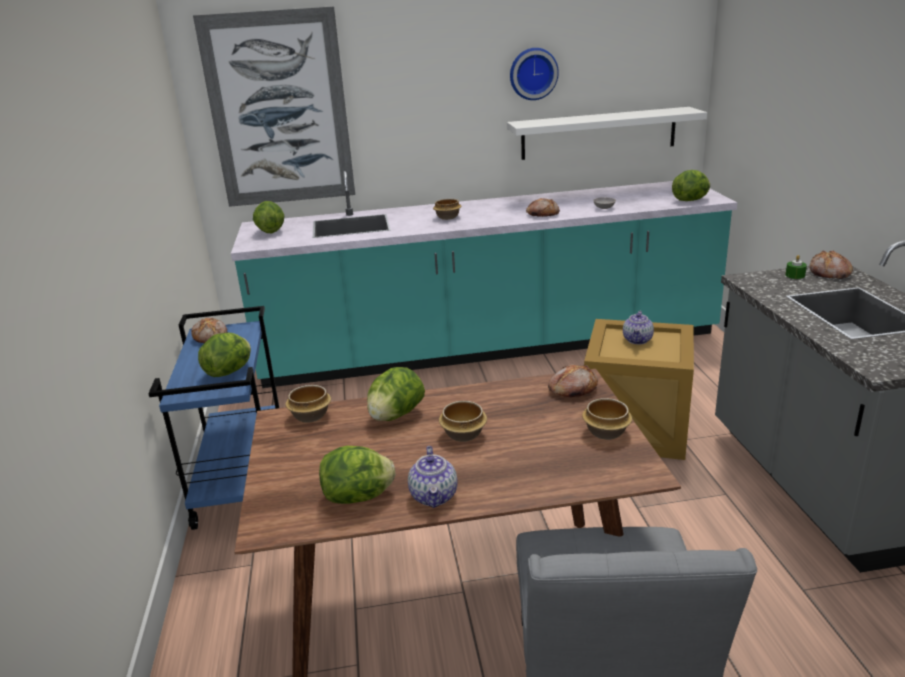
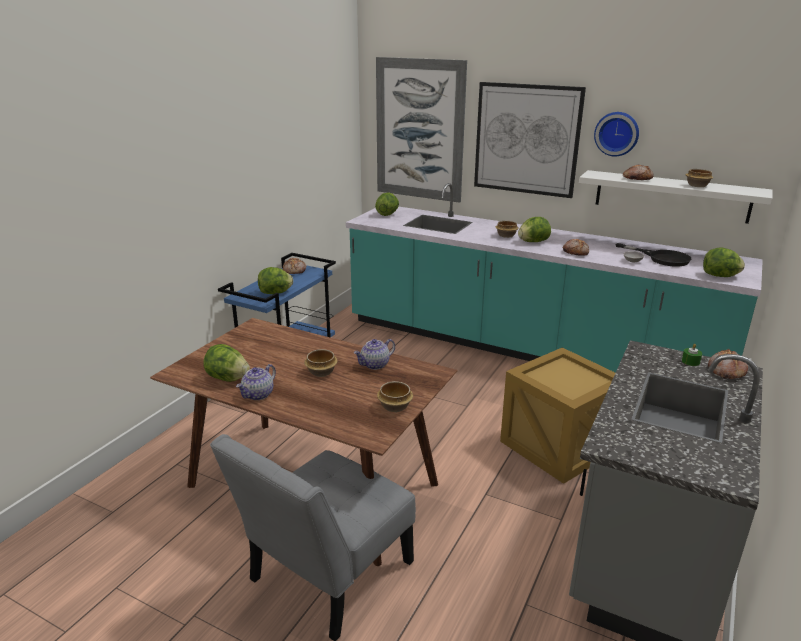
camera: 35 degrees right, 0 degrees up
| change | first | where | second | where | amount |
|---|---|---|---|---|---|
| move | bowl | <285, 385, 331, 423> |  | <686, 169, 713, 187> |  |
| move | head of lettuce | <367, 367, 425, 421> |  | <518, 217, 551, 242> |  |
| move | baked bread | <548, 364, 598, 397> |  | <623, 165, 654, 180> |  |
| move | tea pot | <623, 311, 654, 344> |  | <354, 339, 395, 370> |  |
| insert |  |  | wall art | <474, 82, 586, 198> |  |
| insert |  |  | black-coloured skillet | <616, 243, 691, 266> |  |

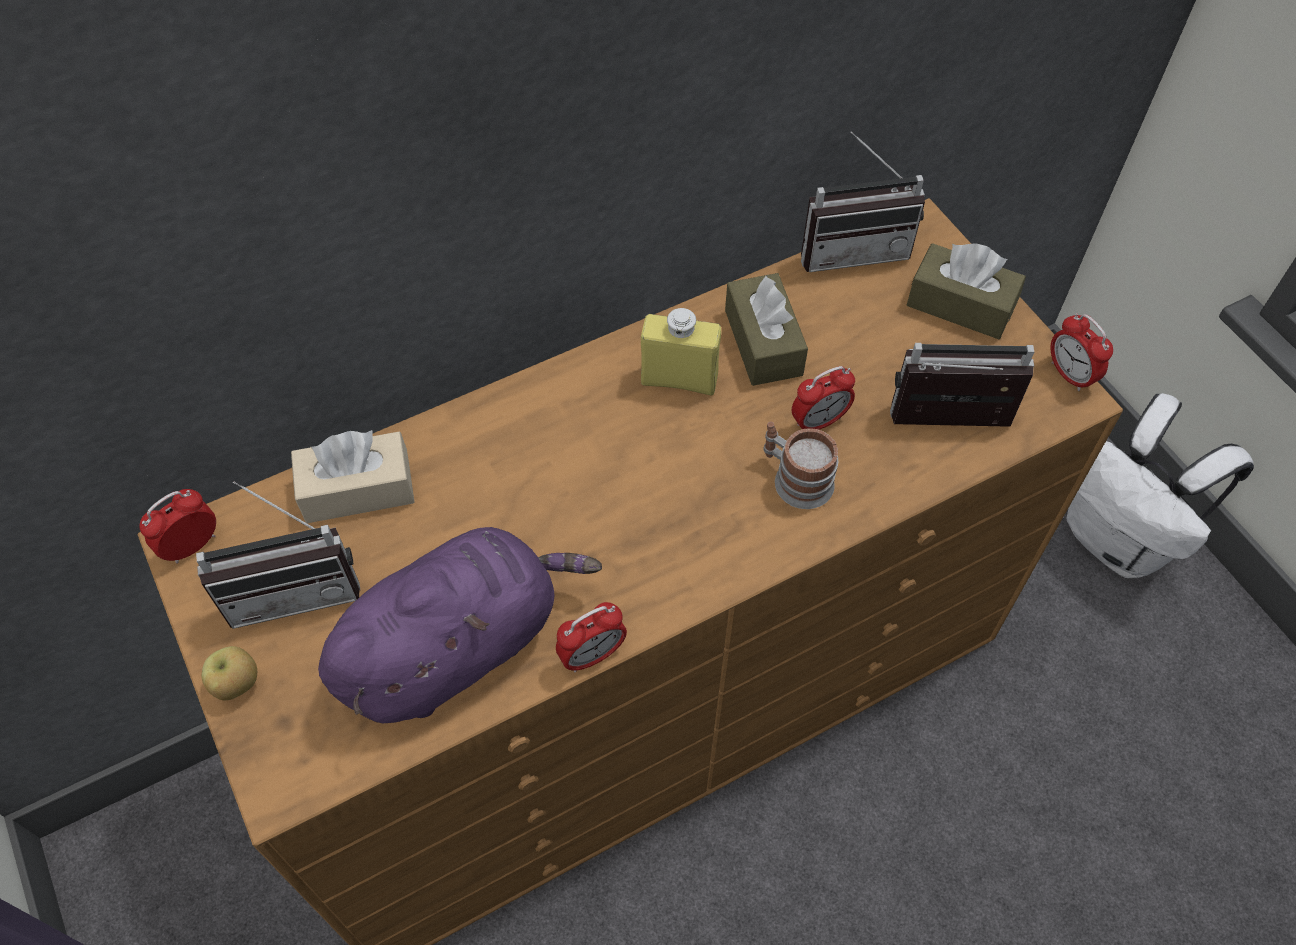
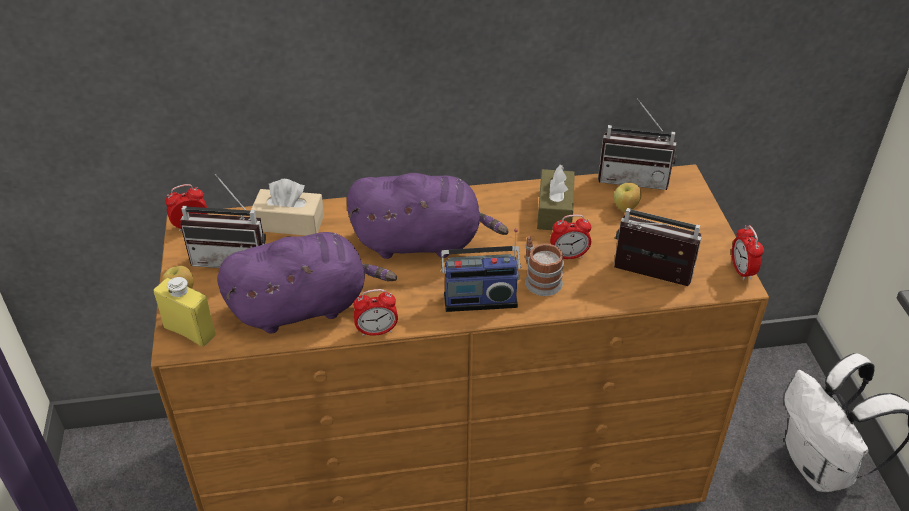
camera: 20 degrees right, 15 degrees down
| change | first | where | second | where | amount |
|---|---|---|---|---|---|
| move | yellowish bottle | <641, 308, 721, 395> |  | <153, 277, 216, 347> |  |
| delete | brown-coloured tissue box | <907, 243, 1026, 339> |  |  |  |
| insert |  |  | purple-coloured cuddly toy | <347, 173, 509, 259> |  |
| insert |  |  | radio | <441, 228, 521, 312> |  |
| insert |  |  | apple | <614, 183, 642, 212> |  |

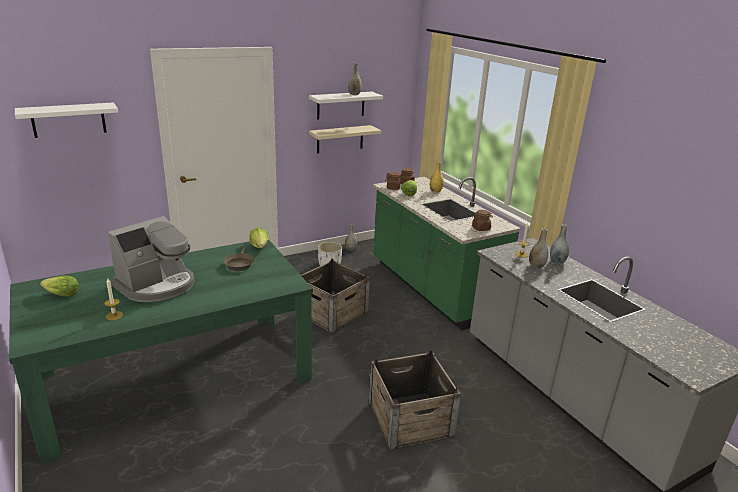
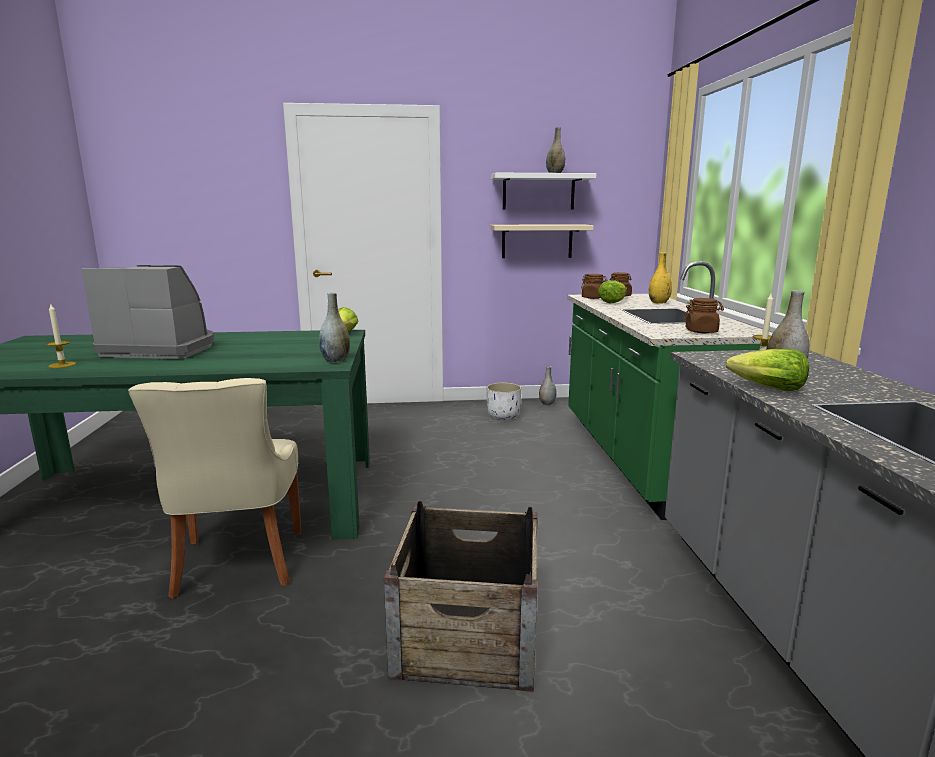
camera: 25 degrees right, 10 degrees down
| change | first | where | second | where | amount |
|---|---|---|---|---|---|
| delete | white-coloured bracket shelf | <15, 102, 118, 138> |  |  |  |
| move | head of lettuce | <40, 276, 79, 297> |  | <726, 349, 809, 391> |  |
| rotate | coffee machine | <108, 216, 195, 302> |  | <82, 265, 214, 359> | 150 degrees counterclockwise |
| delete | brown-coloured skillet | <223, 246, 255, 271> |  |  |  |
| delete | crate | <301, 259, 370, 334> |  |  |  |
| move | greyish decorative vase | <550, 224, 569, 264> |  | <319, 293, 350, 363> |  |
| insert |  |  | sand-coloured plain chair | <128, 378, 301, 599> |  |

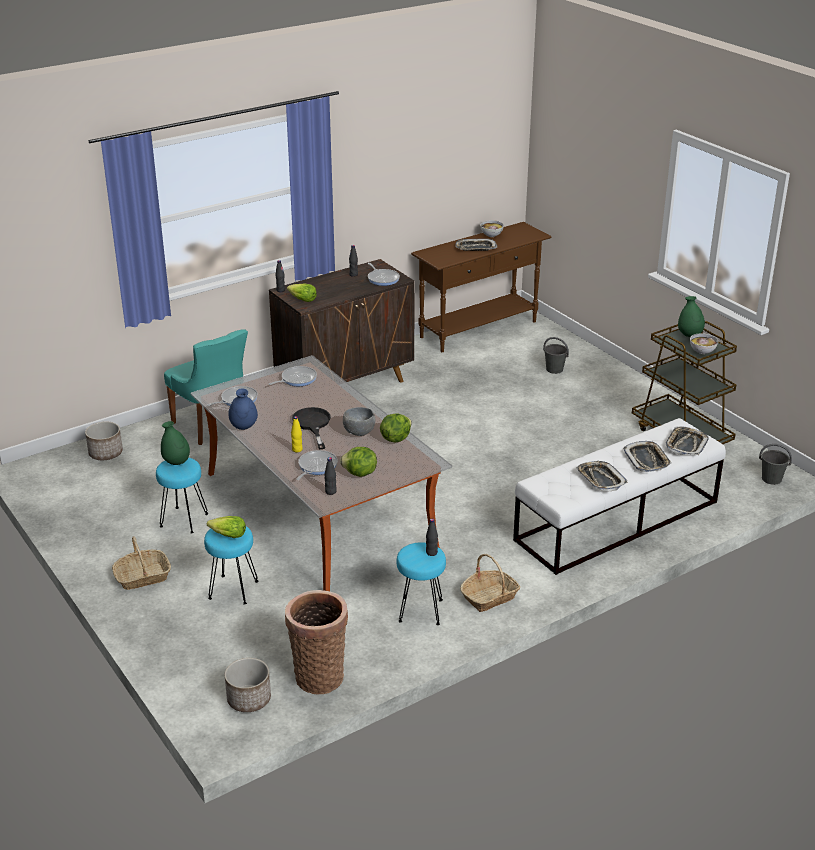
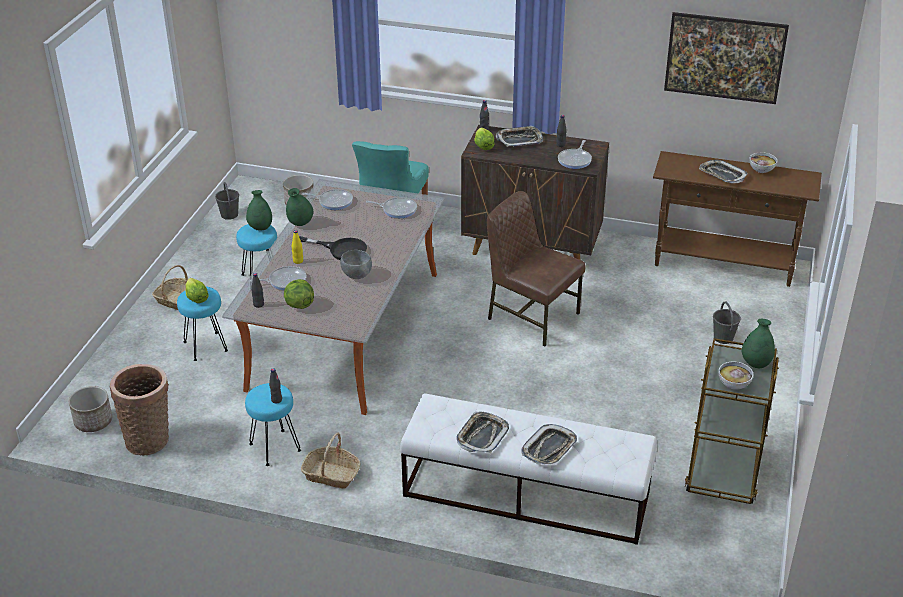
camera: 50 degrees right, 5 degrees up
| change | first | where | second | where | amount |
|---|---|---|---|---|---|
| recolor | bluish decorative vase | <229, 389, 258, 430> | green decorative vase | <286, 188, 313, 226> |  |
| rotate | black-coloured skillet | <292, 407, 331, 449> |  | <299, 236, 367, 260> | 75 degrees clockwise |
| delete | head of lettuce | <380, 414, 412, 442> |  |  |  |
| move | carrying tray | <666, 426, 709, 455> |  | <496, 126, 543, 147> |  |
| move | greyish bucket | <759, 444, 792, 485> |  | <215, 182, 239, 220> |  |
| insert |  |  | brown-coloured plain chair | <487, 191, 586, 346> |  |
| insert |  |  | wall art | <664, 12, 789, 104> |  |

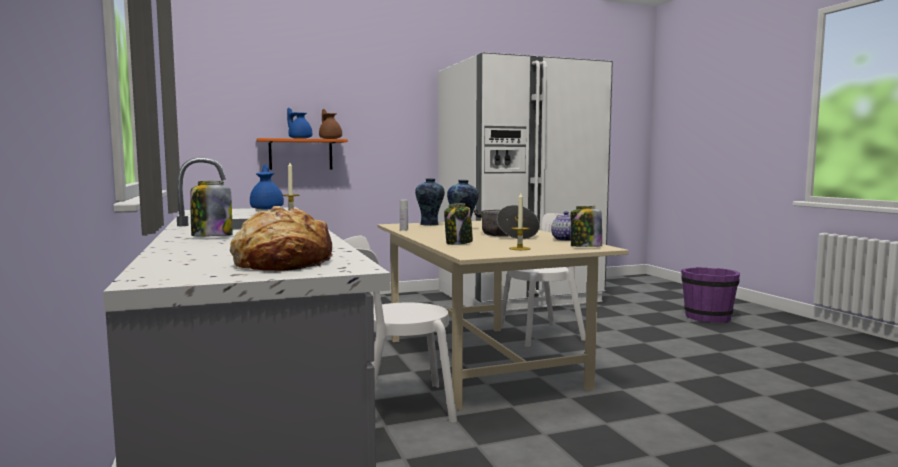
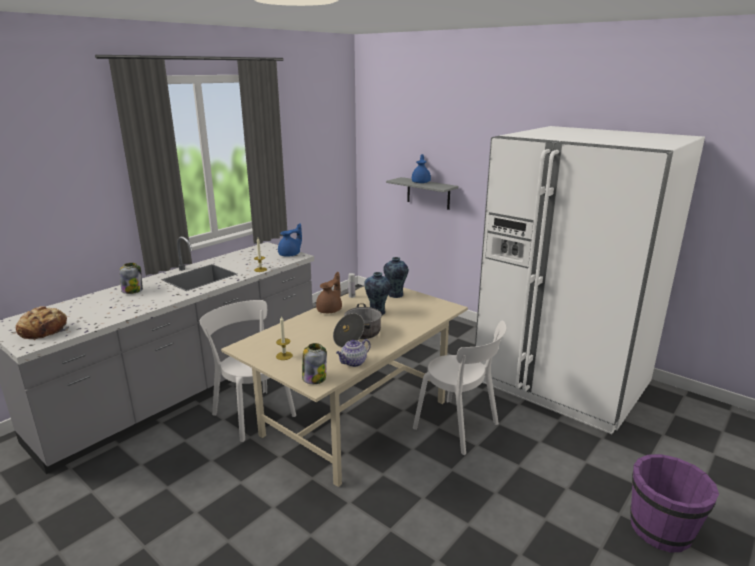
camera: 60 degrees right, 15 degrees up
| change | first | where | second | where | amount |
|---|---|---|---|---|---|
| recolor | orange bracket shelf | <257, 138, 348, 170> | greyish bracket shelf | <386, 177, 459, 210> |  |
| move | brown-coloured tea pot | <319, 109, 342, 139> |  | <316, 272, 342, 313> |  |
| delete | storage jar | <444, 203, 473, 245> |  |  |  |

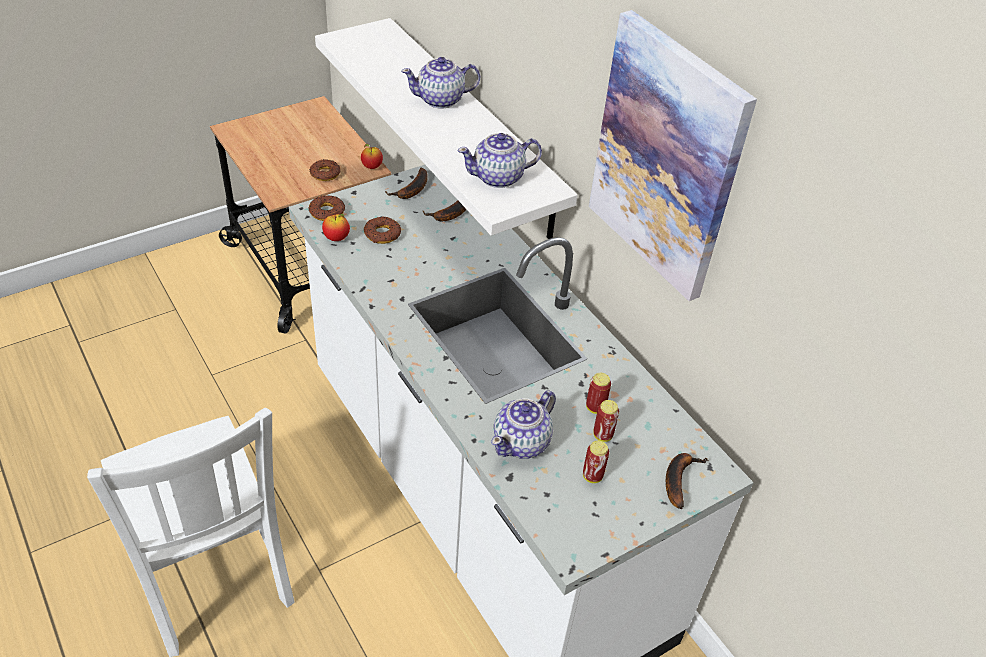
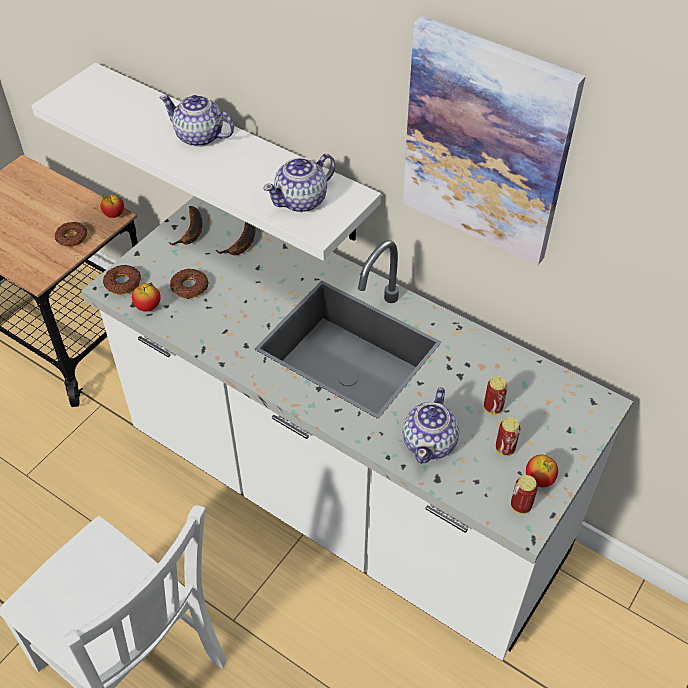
camera: 20 degrees left, 5 degrees up
| change | first | where | second | where | amount |
|---|---|---|---|---|---|
| rotate | tea pot | <401, 57, 480, 109> |  | <159, 95, 234, 147> | 60 degrees clockwise |
| move | metal can | <586, 373, 611, 414> |  | <511, 475, 538, 514> |  |
| delete | banana | <666, 453, 708, 509> |  |  |  |
| insert |  |  | apple | <526, 455, 558, 487> |  |

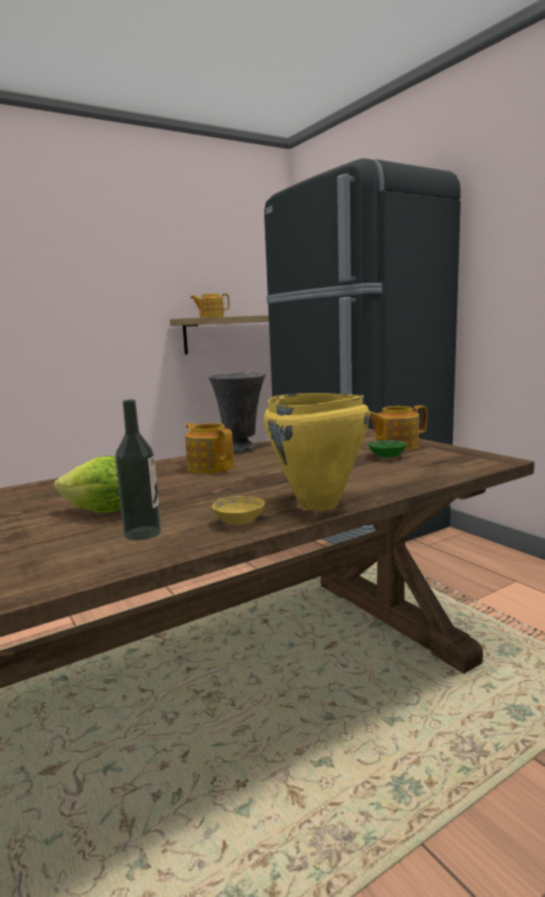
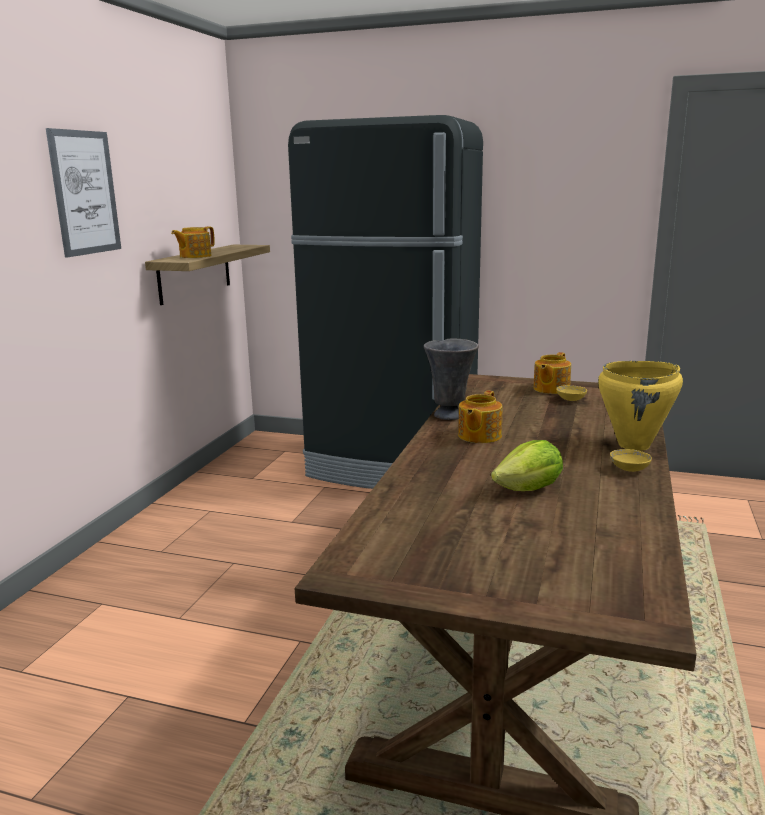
camera: 40 degrees left, 5 degrees up
| change | first | where | second | where | amount |
|---|---|---|---|---|---|
| delete | bottle | <115, 400, 161, 541> |  |  |  |
| rotate | tea pot | <185, 423, 234, 474> |  | <458, 390, 502, 443> | 75 degrees counterclockwise |
| recolor | green bowl | <369, 440, 407, 458> | yellowish bowl | <556, 385, 587, 401> |  |
| insert |  |  | wall art | <46, 128, 121, 258> |  |

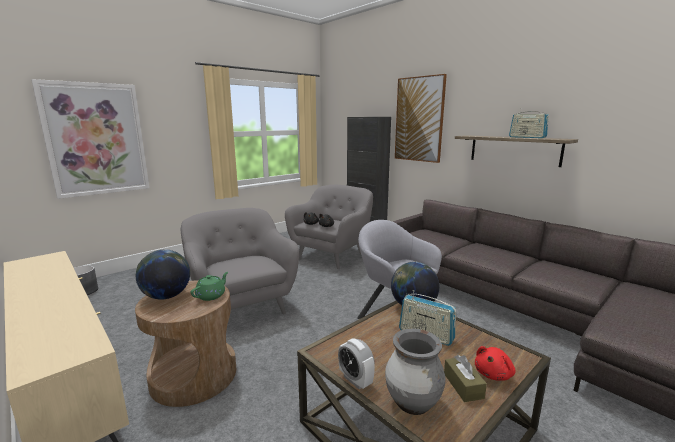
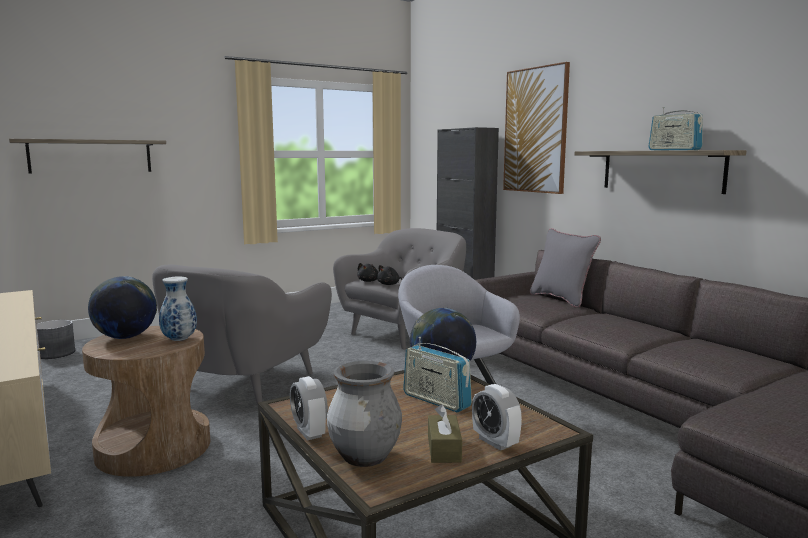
camera: 10 degrees right, 5 degrees down
| change | first | where | second | where | amount |
|---|---|---|---|---|---|
| replace | wall art | <31, 79, 149, 199> | bracket shelf | <9, 139, 166, 173> |  |
| rotate | greyish lounge chair | <181, 208, 299, 314> |  | <152, 264, 332, 405> | 135 degrees counterclockwise |
| replace | green tea pot | <191, 272, 228, 301> | decorative vase | <159, 276, 197, 341> |  |
| replace | red cuddly toy | <475, 346, 516, 381> | table clock | <472, 384, 522, 451> |  |
| insert |  |  | greyish throw pillow | <530, 228, 601, 307> |  |

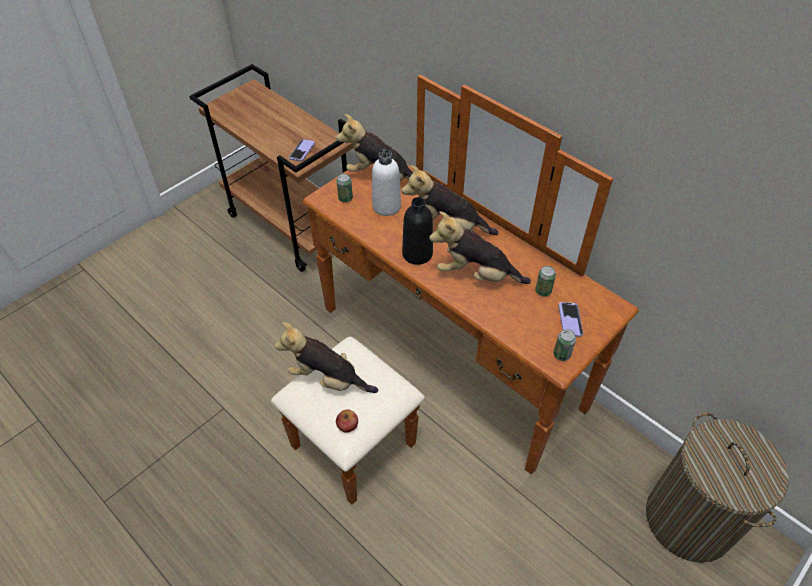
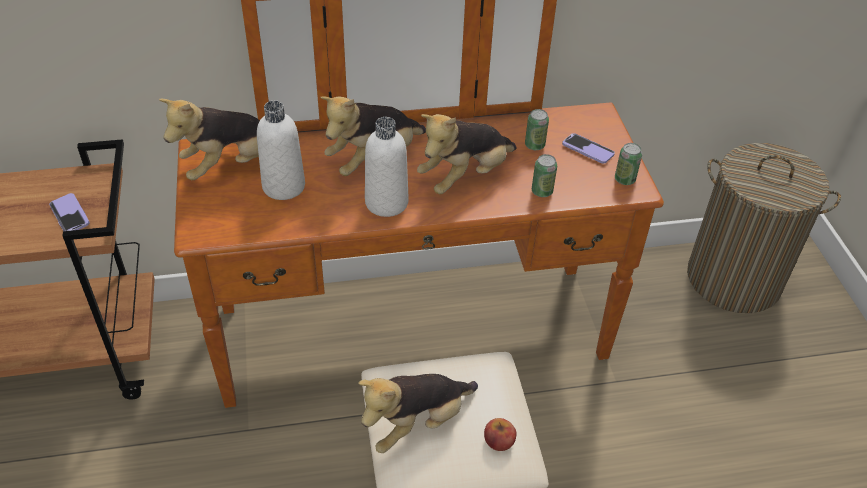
camera: 55 degrees left, 5 degrees down
| change | first | where | second | where | amount |
|---|---|---|---|---|---|
| move | metal can | <337, 174, 353, 203> |  | <532, 154, 557, 197> |  |
| recolor | black-coloured bottle | <402, 197, 433, 265> | white-coloured bottle | <365, 117, 408, 217> |  |

